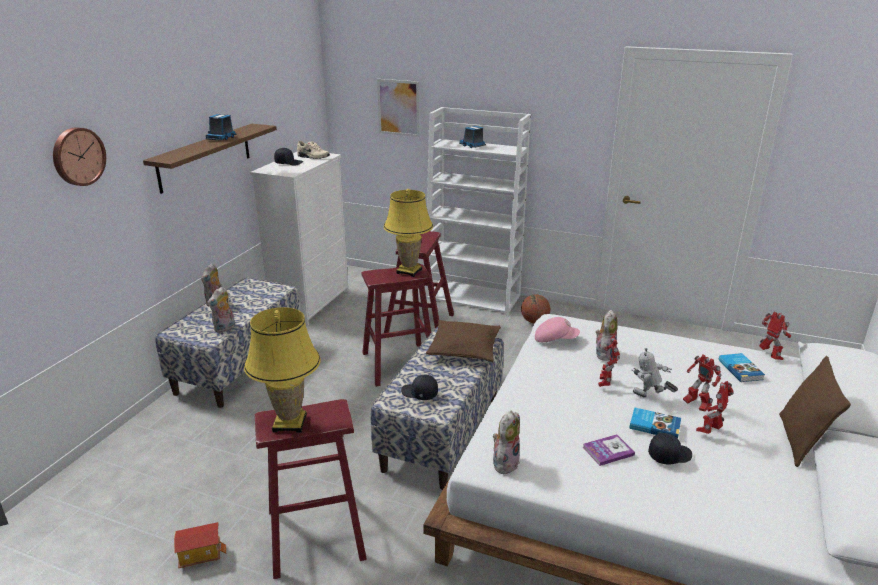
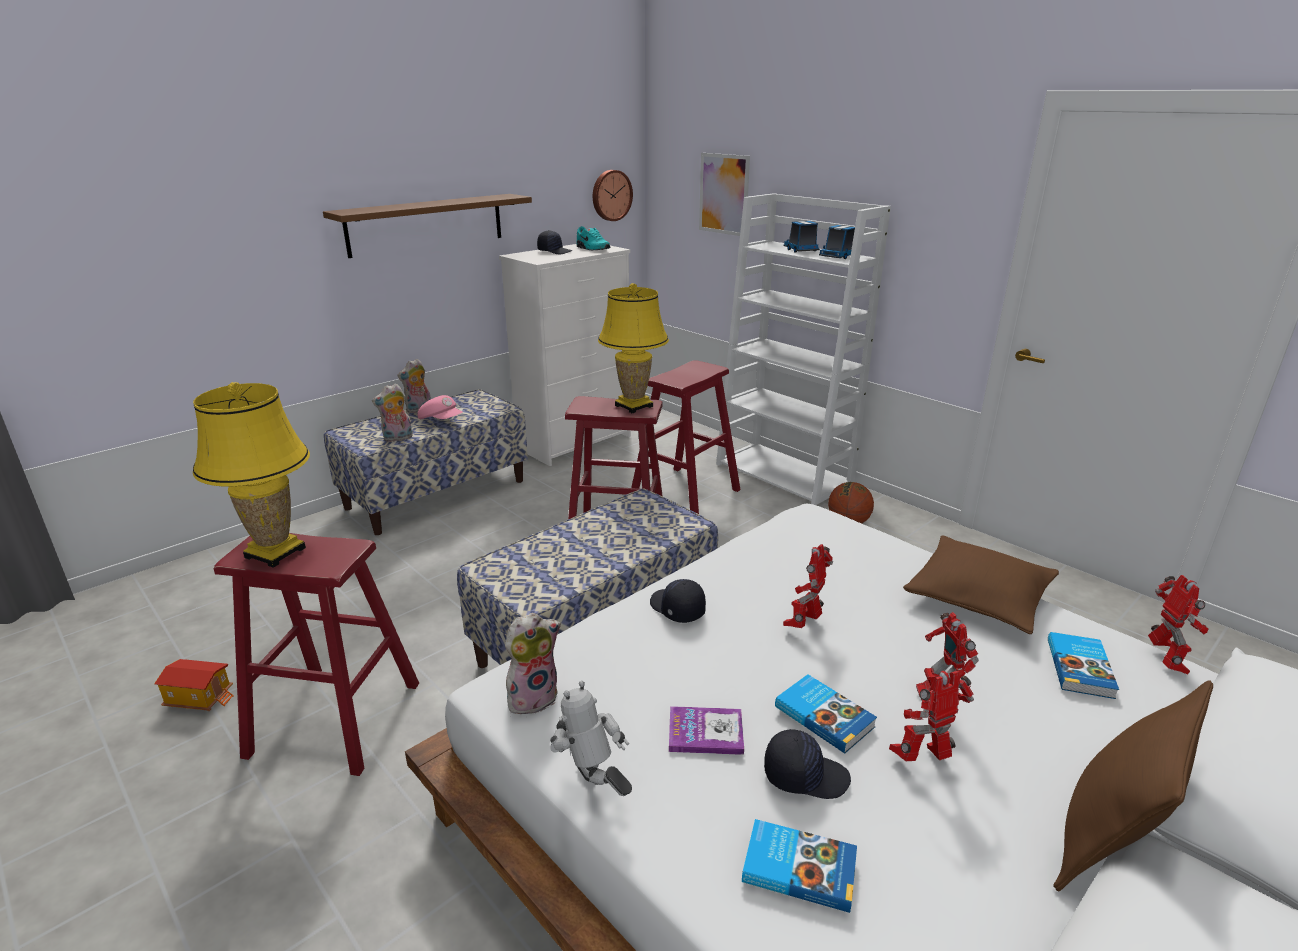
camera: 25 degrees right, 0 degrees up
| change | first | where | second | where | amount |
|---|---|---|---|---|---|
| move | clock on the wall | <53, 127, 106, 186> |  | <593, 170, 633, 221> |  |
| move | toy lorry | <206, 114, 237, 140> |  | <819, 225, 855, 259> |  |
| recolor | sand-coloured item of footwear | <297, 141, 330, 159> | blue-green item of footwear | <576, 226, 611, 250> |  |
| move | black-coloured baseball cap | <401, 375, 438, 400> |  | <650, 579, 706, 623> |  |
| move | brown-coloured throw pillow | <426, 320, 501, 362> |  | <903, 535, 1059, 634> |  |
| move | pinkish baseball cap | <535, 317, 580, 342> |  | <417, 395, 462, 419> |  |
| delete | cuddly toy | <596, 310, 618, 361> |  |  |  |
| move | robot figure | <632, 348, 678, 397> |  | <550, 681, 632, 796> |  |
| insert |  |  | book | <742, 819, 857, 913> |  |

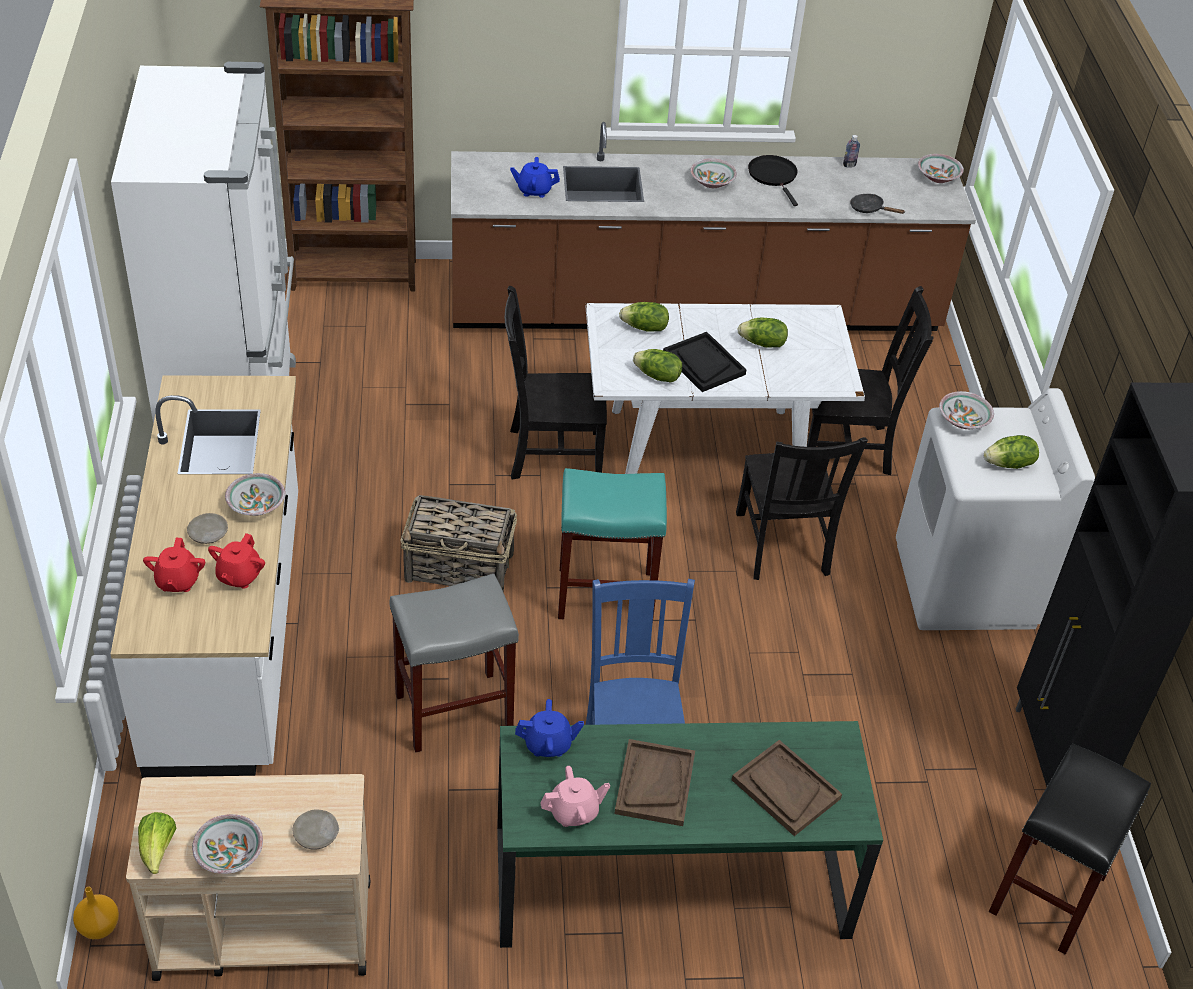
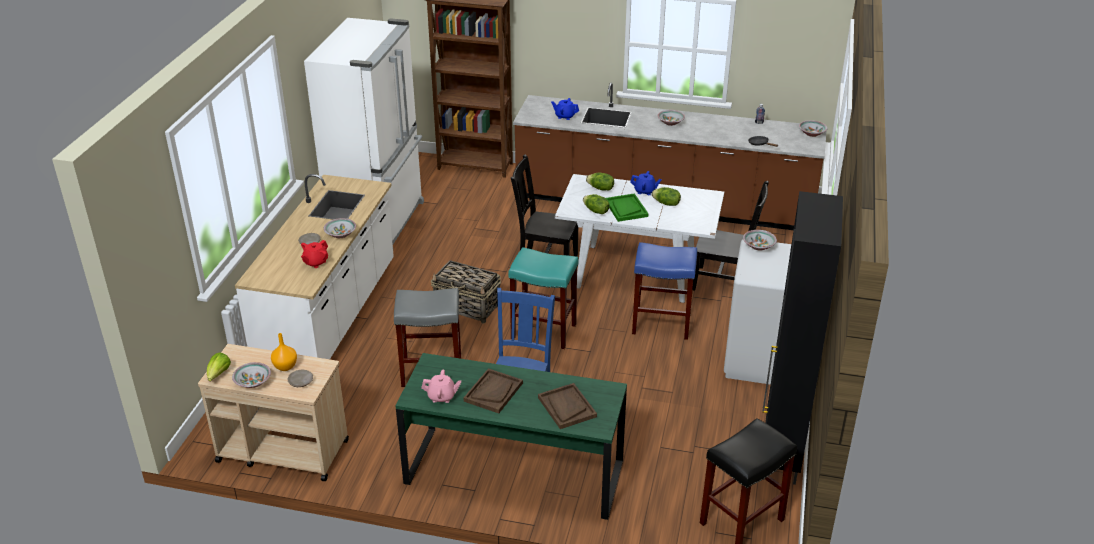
camera: 20 degrees right, 10 degrees down
| change | first | where | second | where | amount |
|---|---|---|---|---|---|
| move | orange decorative vase | <73, 887, 119, 939> |  | <271, 333, 297, 371> |  |
| delete | red tea pot | <143, 538, 205, 592> |  |  |  |
| move | bluish tea pot | <515, 699, 584, 757> |  | <630, 171, 662, 195> |  |
| recolor | black-coloured carrying tray | <663, 332, 746, 392> | green carrying tray | <606, 193, 649, 222> |  |
| replace | black-coloured plain chair | <736, 437, 868, 580> | bluish stool seat | <632, 242, 697, 340> |  |
| delete | black-coloured skillet | <748, 155, 798, 206> |  |  |  |
| delete | head of lettuce | <984, 435, 1039, 469> |  |  |  |

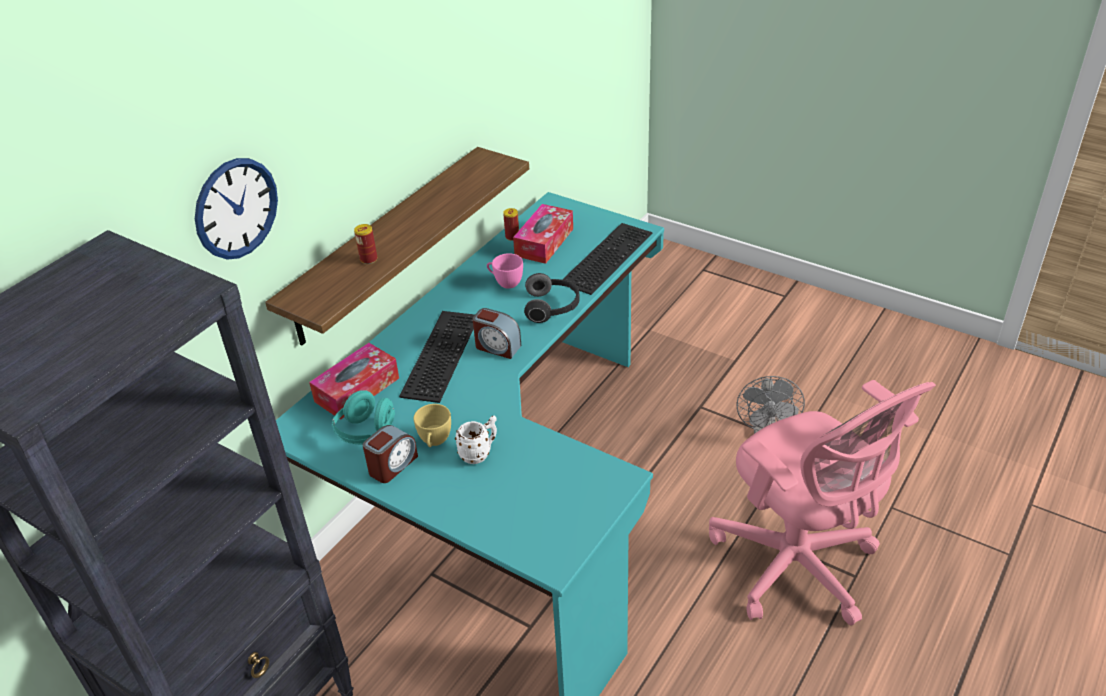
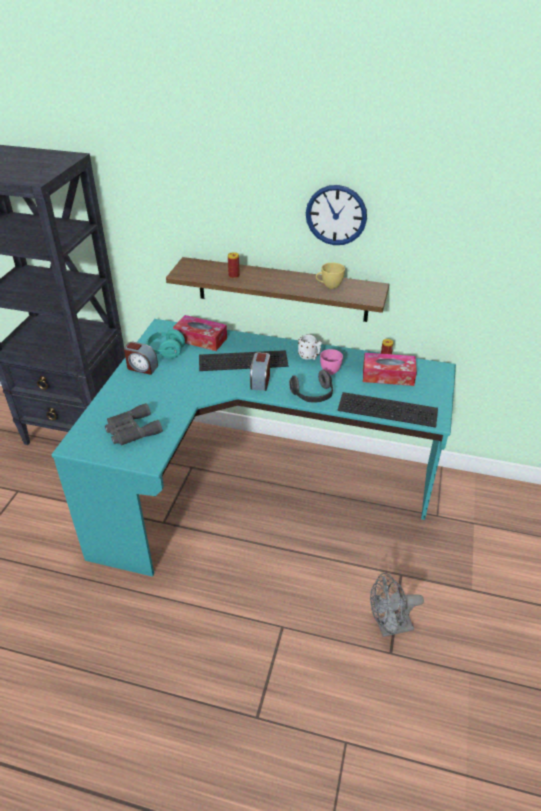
camera: 70 degrees right, 0 degrees up
| change | first | where | second | where | amount |
|---|---|---|---|---|---|
| move | clock on the wall | <195, 158, 278, 260> |  | <306, 185, 367, 245> |  |
| move | yellowish cup | <414, 404, 451, 447> |  | <316, 263, 345, 289> |  |
| move | white-coloured mug | <455, 416, 497, 464> |  | <298, 334, 322, 360> |  |
| delete | pinkish computer chair | <709, 380, 936, 625> |  |  |  |
| insert |  |  | greyish pair of binoculars | <105, 403, 163, 446> |  |

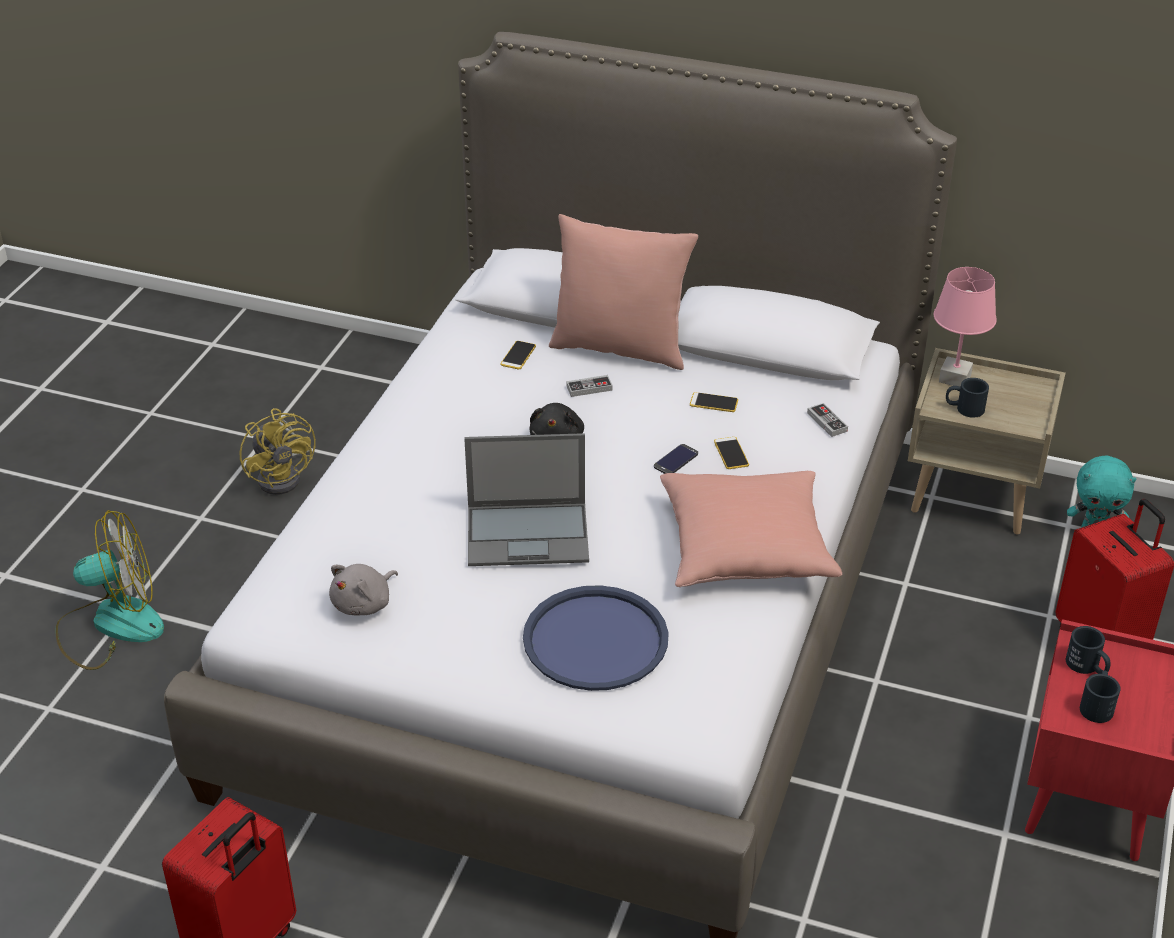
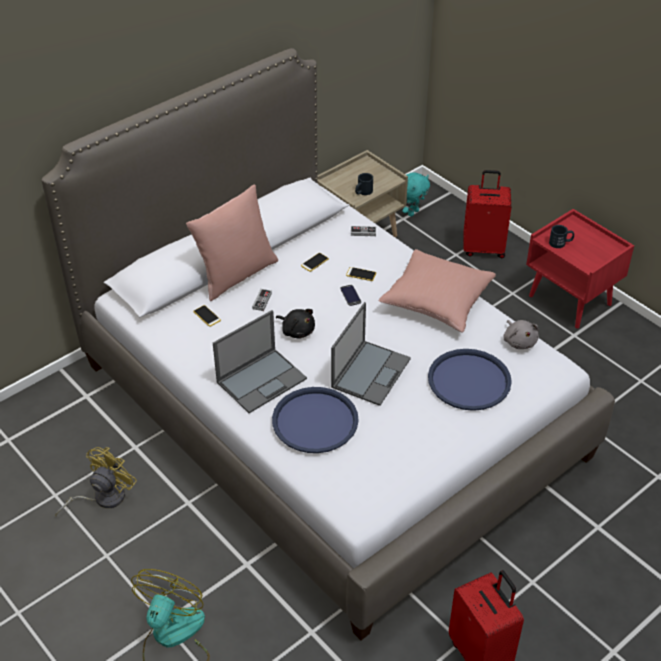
camera: 60 degrees left, 5 degrees up
| change | first | where | second | where | amount |
|---|---|---|---|---|---|
| rotate | yellowish fan | <240, 408, 316, 495> |  | <55, 447, 137, 517> | 60 degrees counterclockwise |
| move | greyish cuddly toy | <329, 564, 398, 615> |  | <503, 320, 539, 349> |  |
| delete | pinkish lamp for a table | <934, 267, 997, 387> |  |  |  |
| delete | black-coloured mug | <1080, 670, 1121, 723> |  |  |  |
| insert |  |  | laptop | <213, 310, 307, 413> |  |
| insert |  |  | bluish carrying tray | <272, 387, 359, 453> |  |

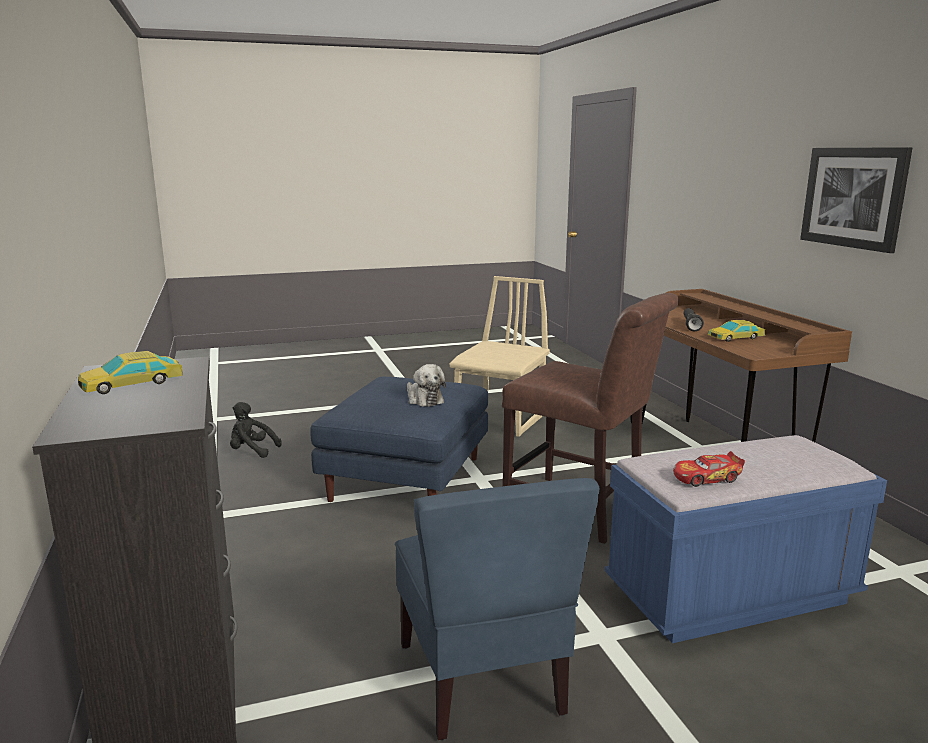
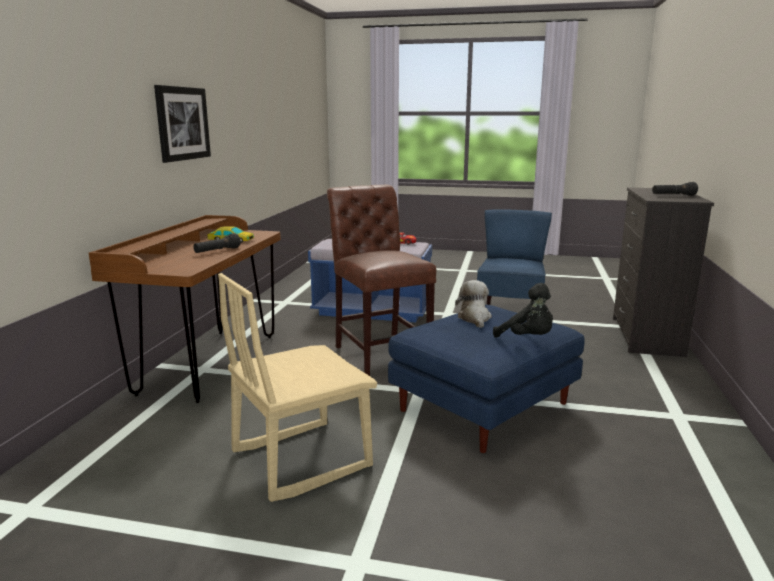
camera: 150 degrees left, 0 degrees up
| change | first | where | second | where | amount |
|---|---|---|---|---|---|
| replace | miniature car | <78, 351, 183, 394> | black-coloured flashlight | <652, 182, 698, 196> |  |
| move | black-coloured cuddly toy | <230, 402, 282, 458> |  | <493, 283, 553, 338> |  |

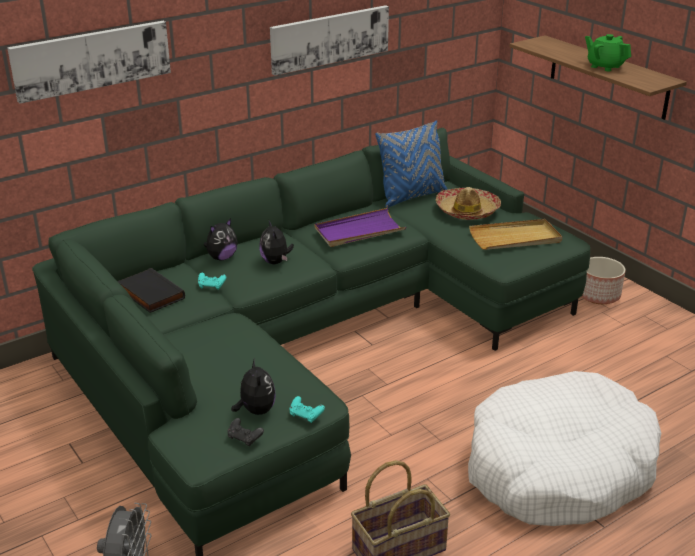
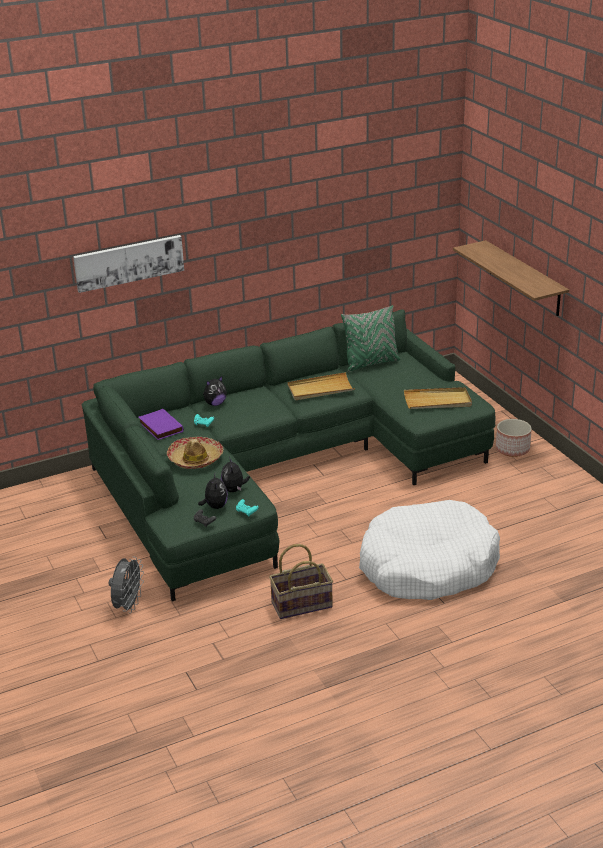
camera: 10 degrees right, 0 degrees up
| change | first | where | second | where | amount |
|---|---|---|---|---|---|
| recolor | black-coloured book | <117, 268, 185, 313> | purple-coloured book | <139, 409, 184, 440> |  |
| move | cuddly toy | <259, 219, 294, 264> |  | <221, 457, 250, 492> |  |
| delete | wall art | <270, 5, 389, 75> |  |  |  |
| recolor | purple-coloured carrying tray | <314, 208, 406, 247> | sand-coloured carrying tray | <288, 372, 355, 400> |  |
| recolor | bluish throw pillow | <375, 120, 447, 208> | green throw pillow | <341, 305, 401, 372> |  |
| move | wearable hat | <436, 187, 501, 220> |  | <167, 437, 223, 469> |  |
| delete | green tea pot | <585, 34, 631, 71> |  |  |  |

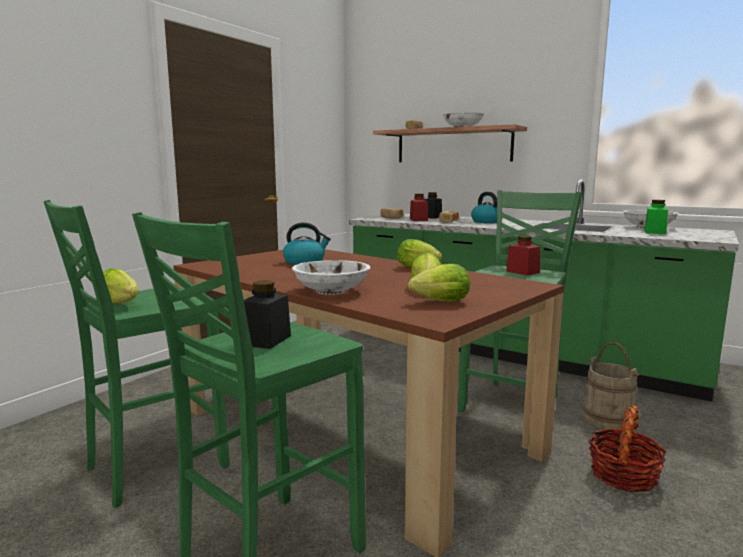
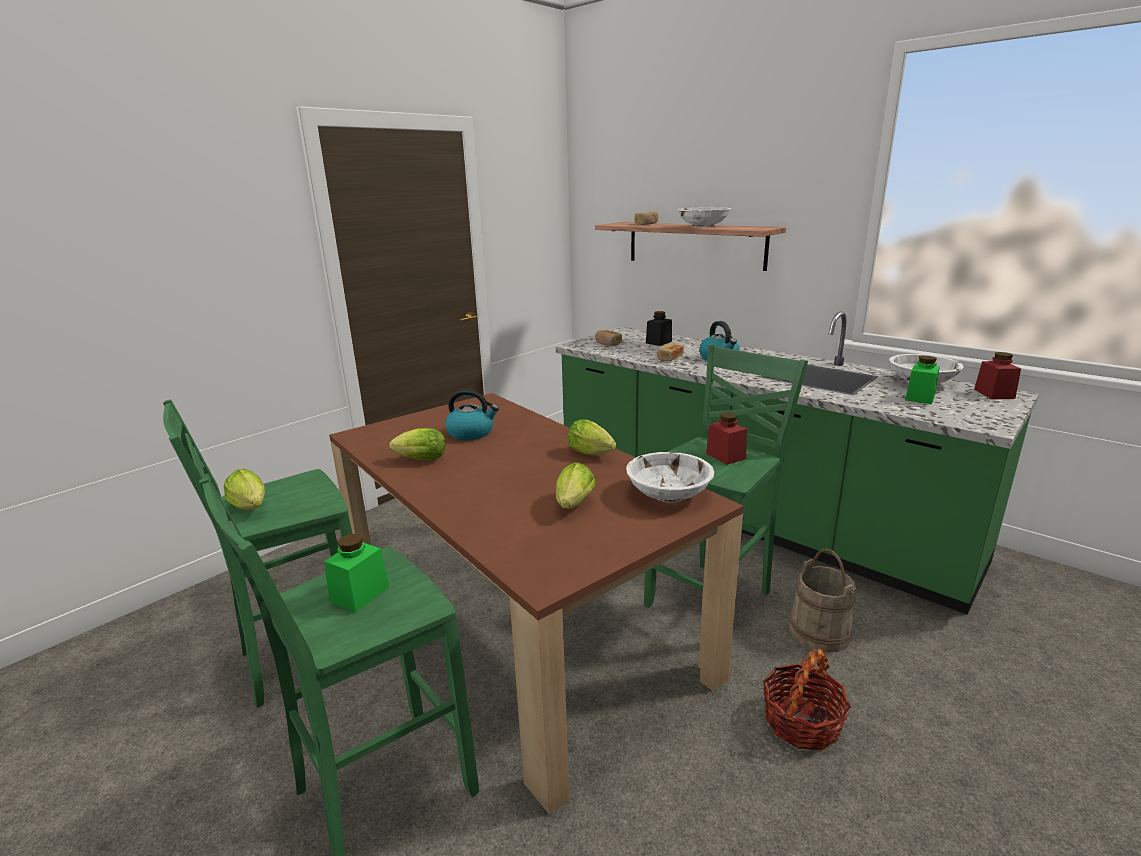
camera: 10 degrees right, 10 degrees up
| change | first | where | second | where | amount |
|---|---|---|---|---|---|
| recolor | black-coloured storage jar | <244, 280, 291, 349> | green storage jar | <324, 534, 389, 612> |  |
| move | white-coloured bowl | <292, 260, 370, 295> |  | <626, 452, 714, 502> |  |
| move | head of lettuce | <408, 264, 470, 302> |  | <389, 428, 446, 460> |  |
| move | red storage jar | <410, 194, 428, 221> |  | <974, 352, 1021, 399> |  |

